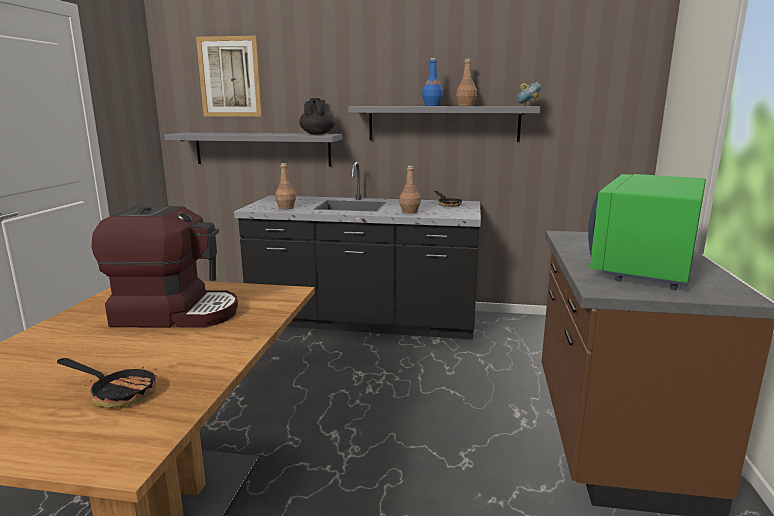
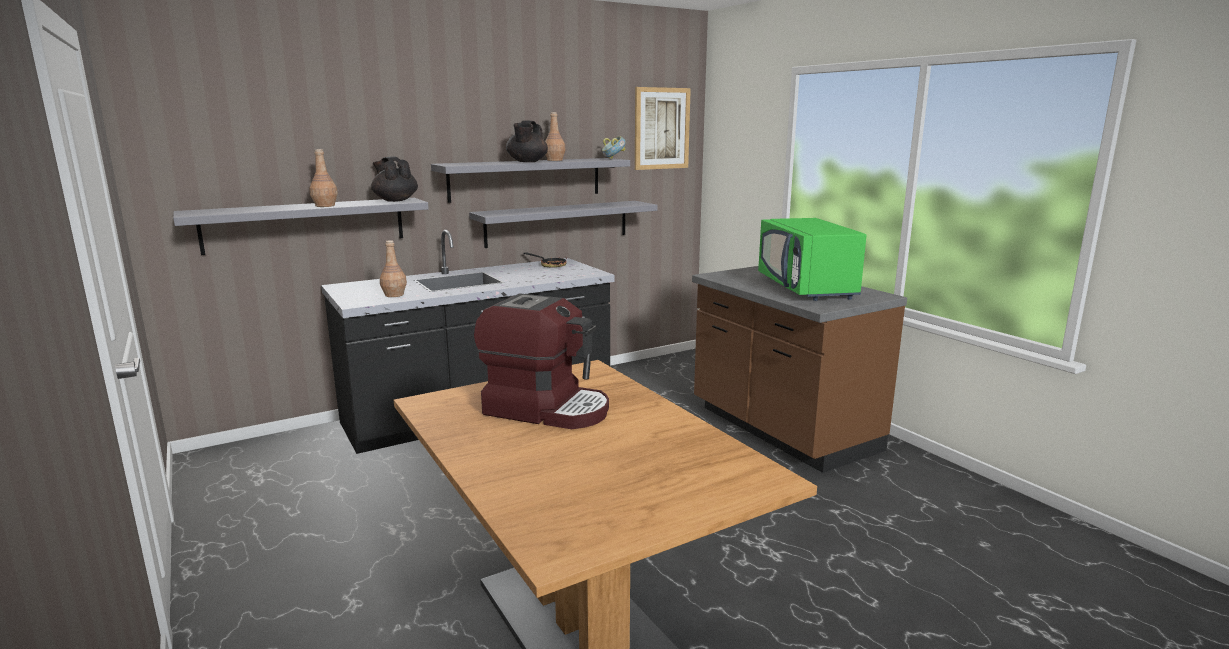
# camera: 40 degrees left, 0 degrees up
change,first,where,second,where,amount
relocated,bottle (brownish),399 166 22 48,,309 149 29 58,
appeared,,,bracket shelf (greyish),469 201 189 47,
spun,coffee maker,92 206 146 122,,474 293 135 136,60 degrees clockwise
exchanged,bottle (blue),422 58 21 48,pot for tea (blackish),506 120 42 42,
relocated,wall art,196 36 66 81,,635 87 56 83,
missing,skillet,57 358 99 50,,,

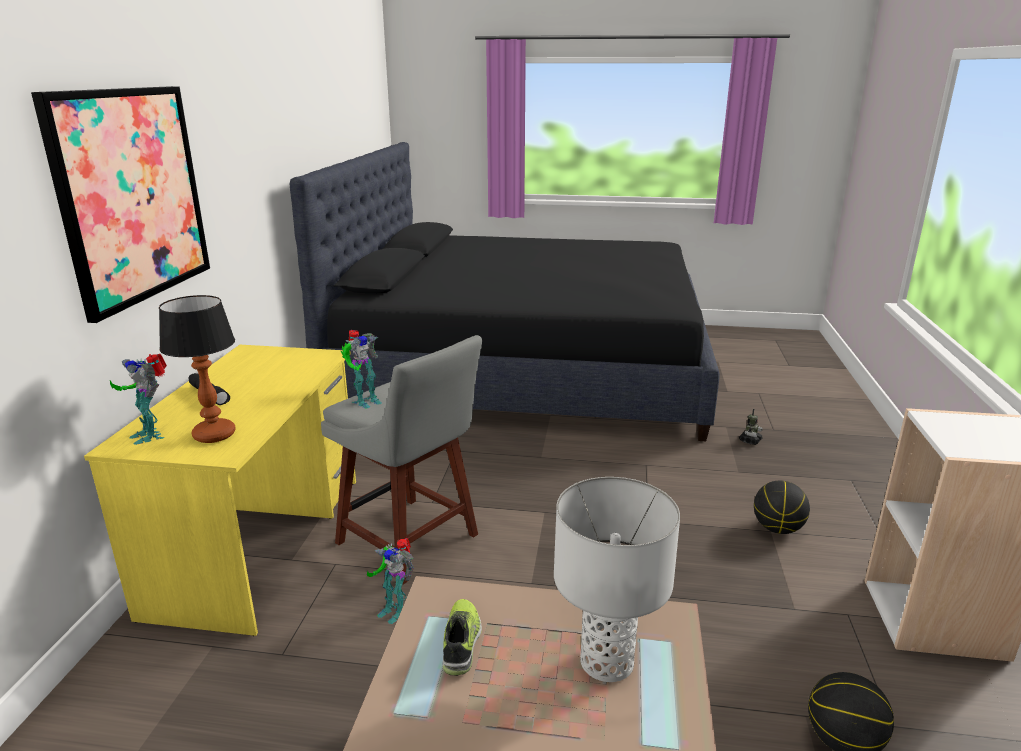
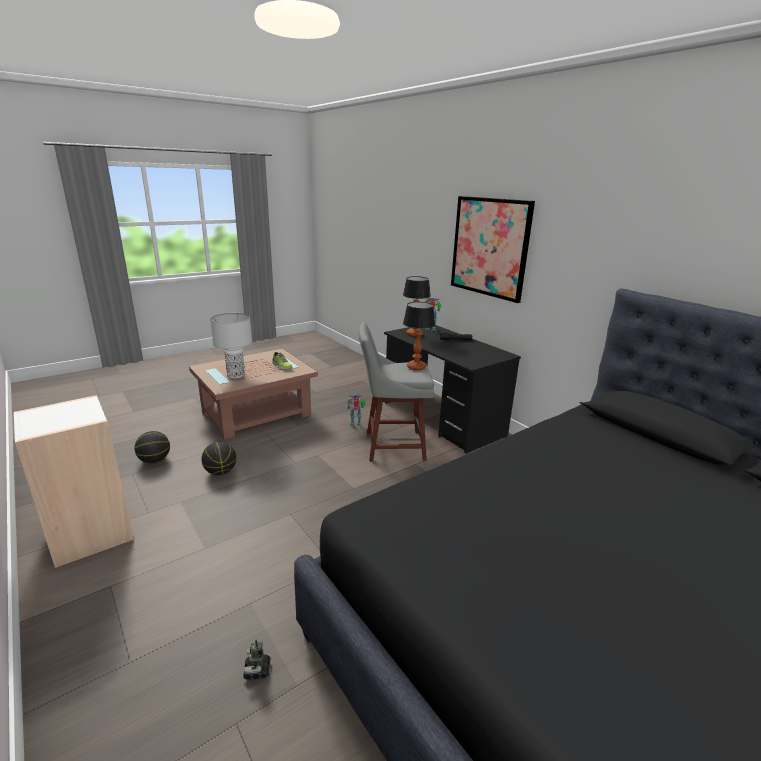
# camera: 135 degrees right, 0 degrees up
change,first,where,second,where,amount
relocated,ball for basketball,754 480 56 54,,201 442 35 33,
colour,desk (yellow),84 345 272 291,desk (blackish),384 325 137 129,
exchanged,robot figure,341 330 41 79,tabletop lamp,403 302 32 68,

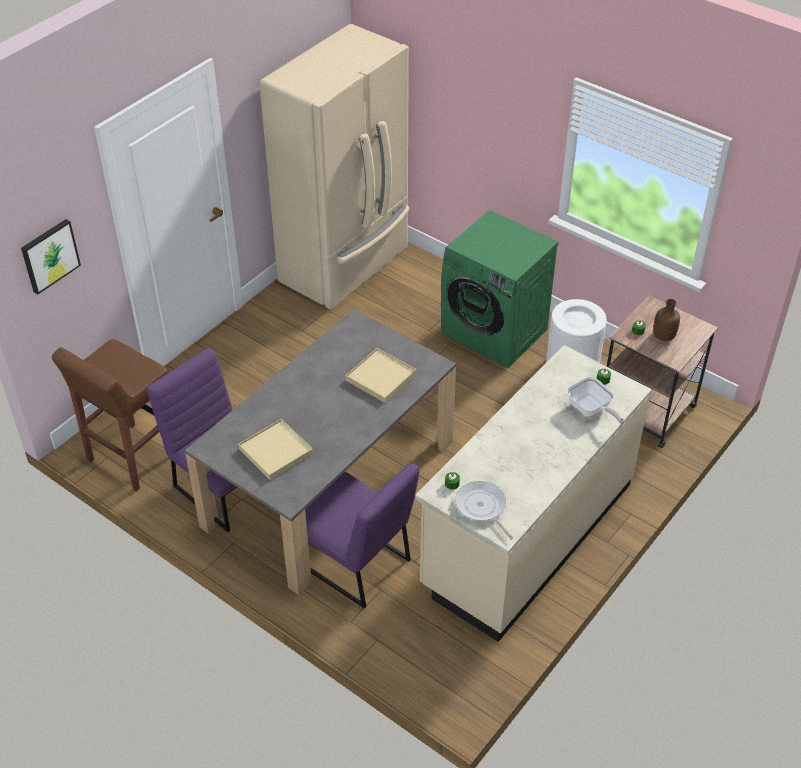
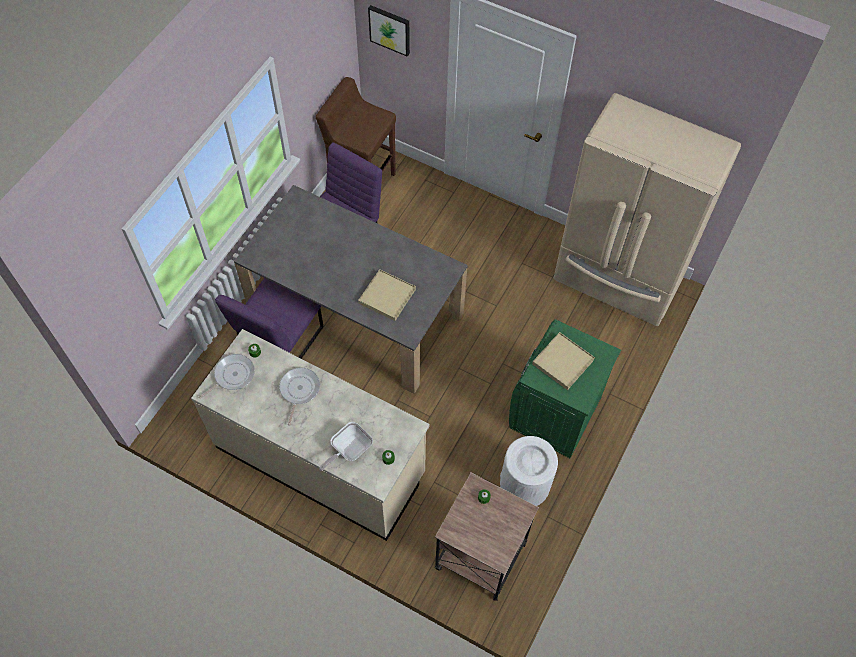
# camera: 80 degrees right, 15 degrees up
change,first,where,second,where,amount
appeared,,,skillet,279 367 41 58,
relocated,carrying tray (beige-coloured),238 419 75 61,,532 332 63 58,
missing,bottle (brownish),653 299 27 42,,,

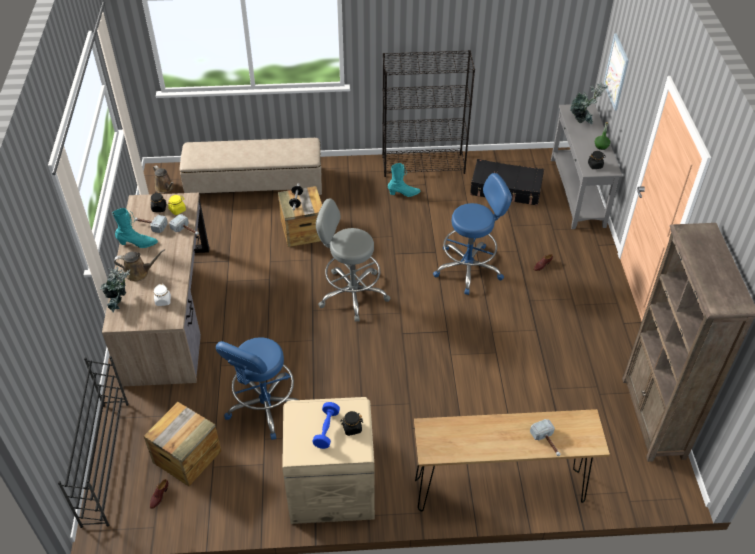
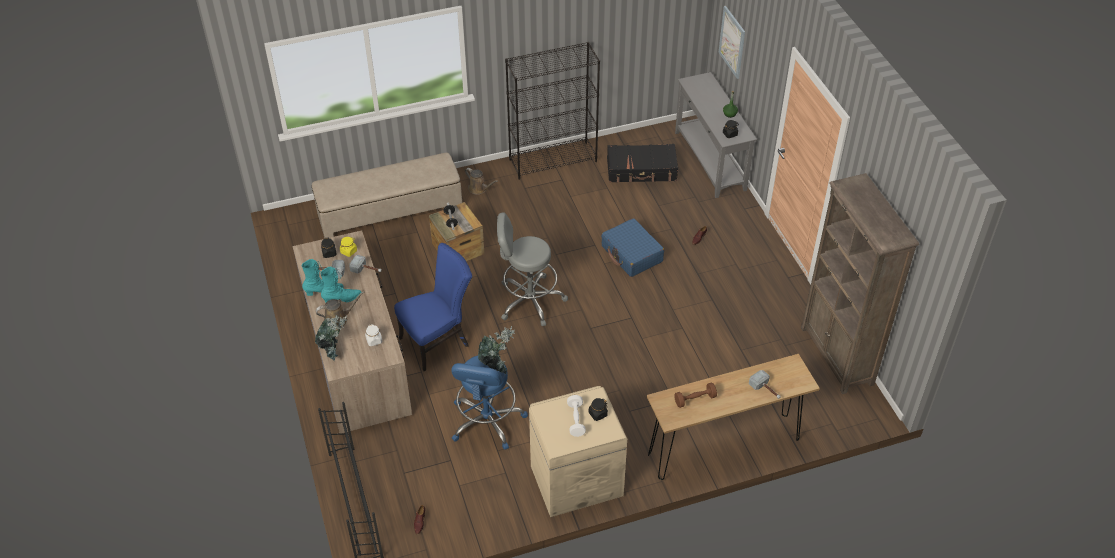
# camera: 15 degrees left, 0 degrees up
change,first,where,second,where,amount
relocated,high-top boot (blue-green),388 163 33 34,,320 267 41 36,
appeared,,,chair (blue),394 243 78 128,
relocated,sprinkling can (brownish),153 165 21 28,,465 168 33 26,
relocated,potted plant,570 82 38 42,,478 326 37 48,
colour,hand weight (blue),312 402 28 47,hand weight (white),567 395 19 42,
exchanged,sitting stool (blue),433 173 79 122,piece of luggage (blue),601 218 63 59,
appeared,,,hand weight (brownish),674 382 43 26,
missing,shipping crate,144 402 77 84,,,

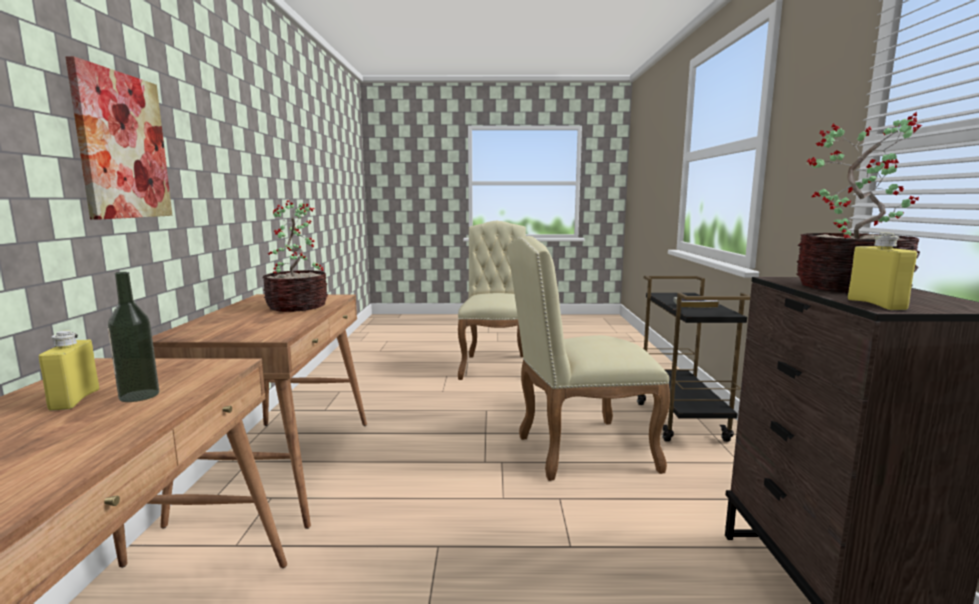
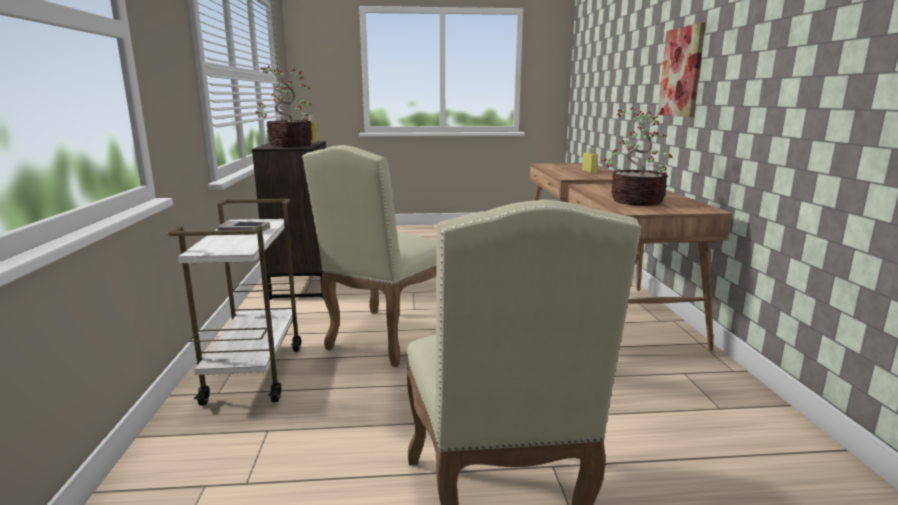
# camera: 175 degrees right, 5 degrees up
change,first,where,second,where,amount
colour,trolley (blackish),637 276 114 166,trolley (white),168 199 133 207,
spun,chair (beige-coloured),507 236 163 245,,302 145 135 222,135 degrees clockwise
missing,bottle,108 272 51 130,,,

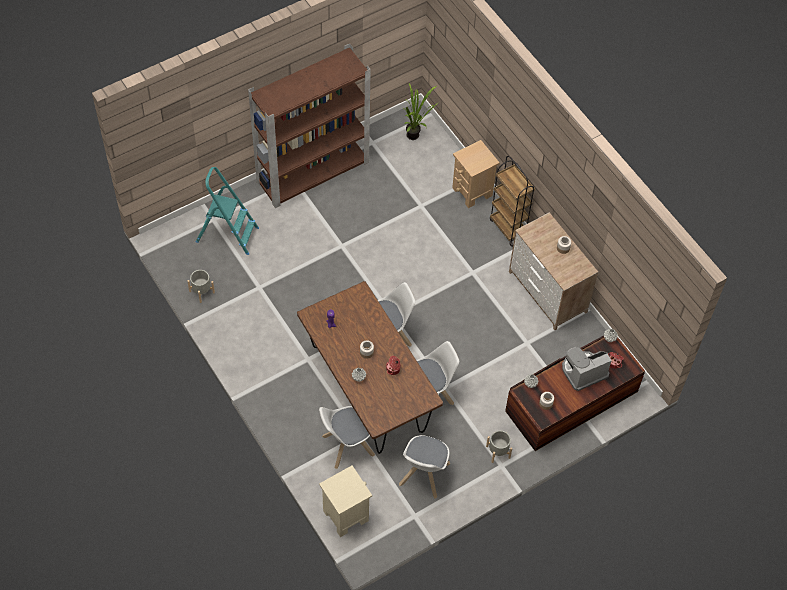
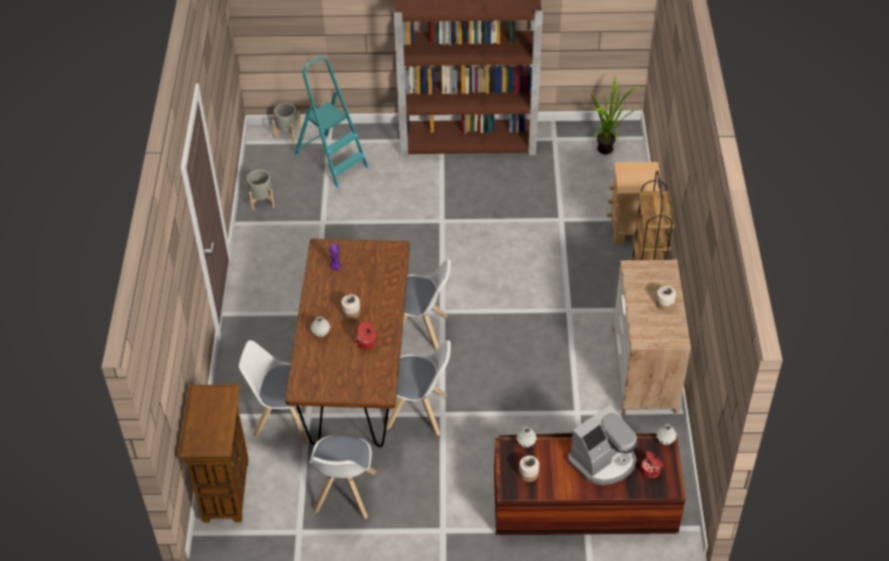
# camera: 35 degrees right, 10 degrees down
change,first,where,second,where,amount
exchanged,night table (beige-coloured),319 466 53 71,cabinet (brownish),178 384 70 139,
relocated,plant pot (greyish),486 430 26 33,,272 103 30 40,
spun,chair,399 435 51 63,,309 436 68 83,45 degrees counterclockwise
spun,coffee maker,562 347 50 44,,568 404 70 81,135 degrees clockwise

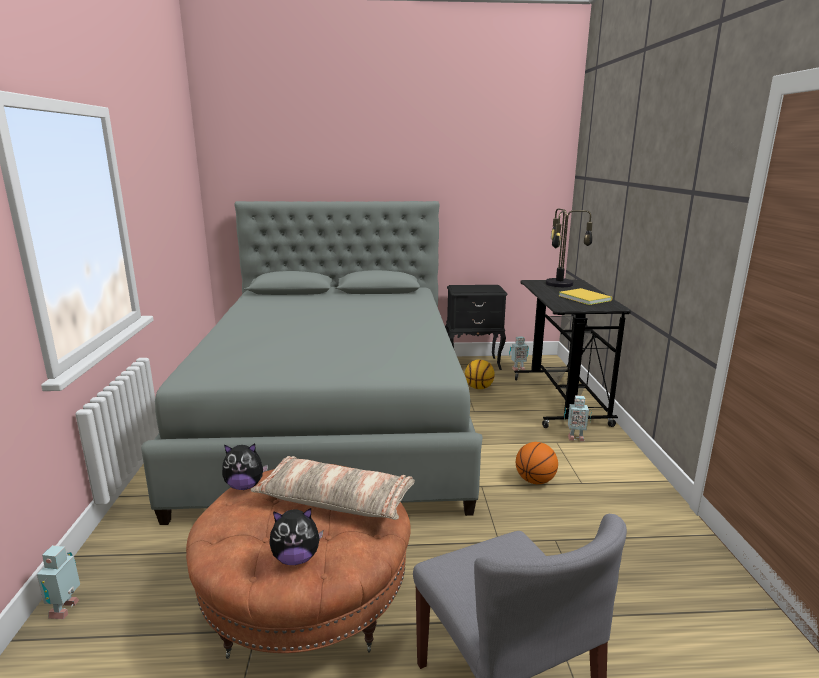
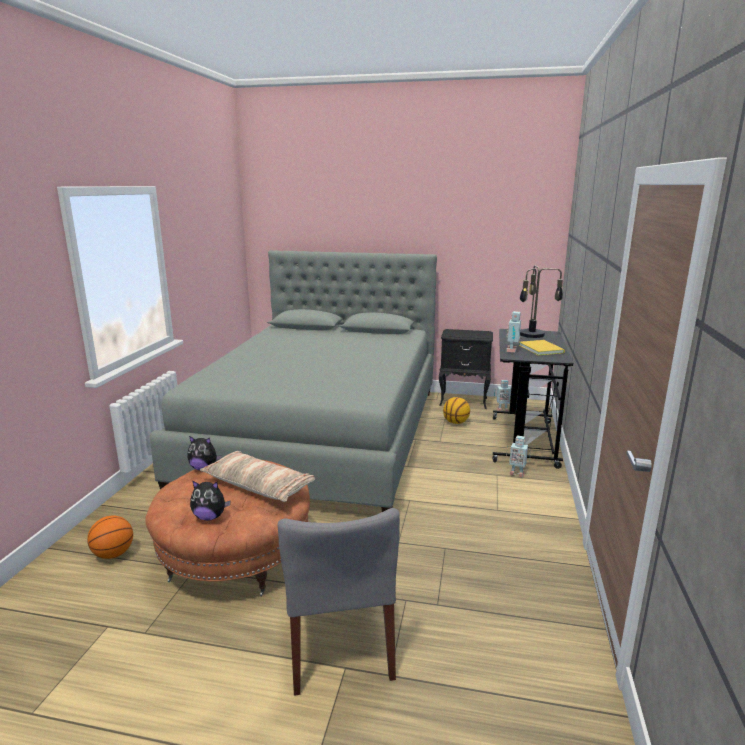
# camera: 15 degrees right, 0 degrees up
change,first,where,second,where,amount
relocated,ball for basketball,516 442 42 42,,87 516 46 43,
relocated,robot figure,37 545 43 74,,506 311 16 41,

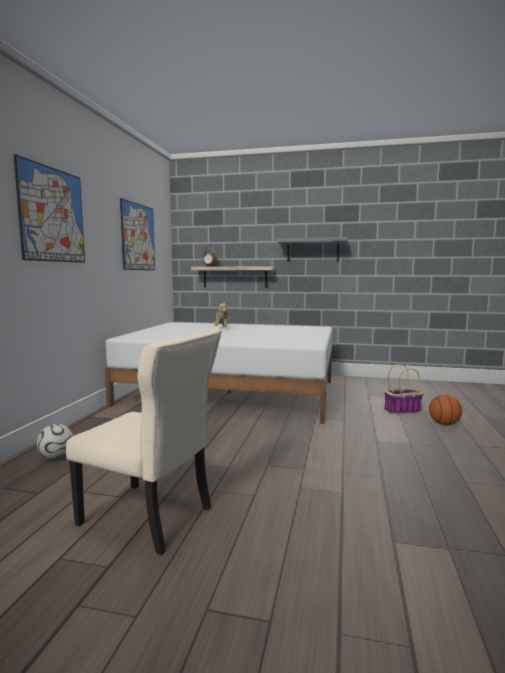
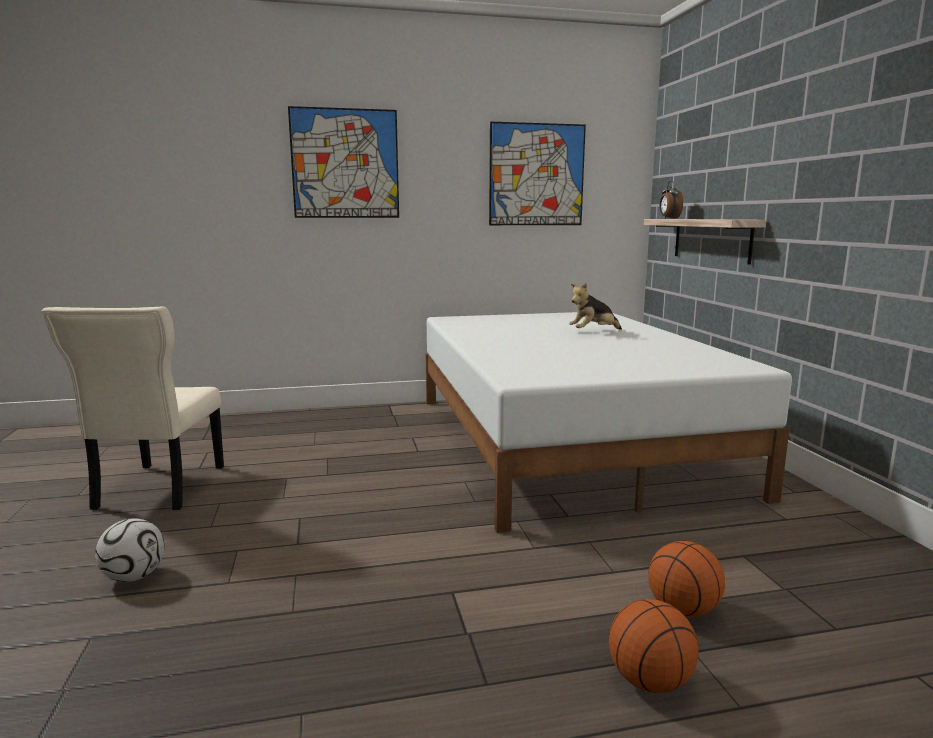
# camera: 65 degrees right, 5 degrees up
change,first,where,second,where,amount
relocated,football ball,36 424 38 35,,95 518 70 64,
exchanged,household basket,384 364 39 51,ball for basketball,648 541 77 76,
missing,bracket shelf (greyish),277 237 71 24,,,

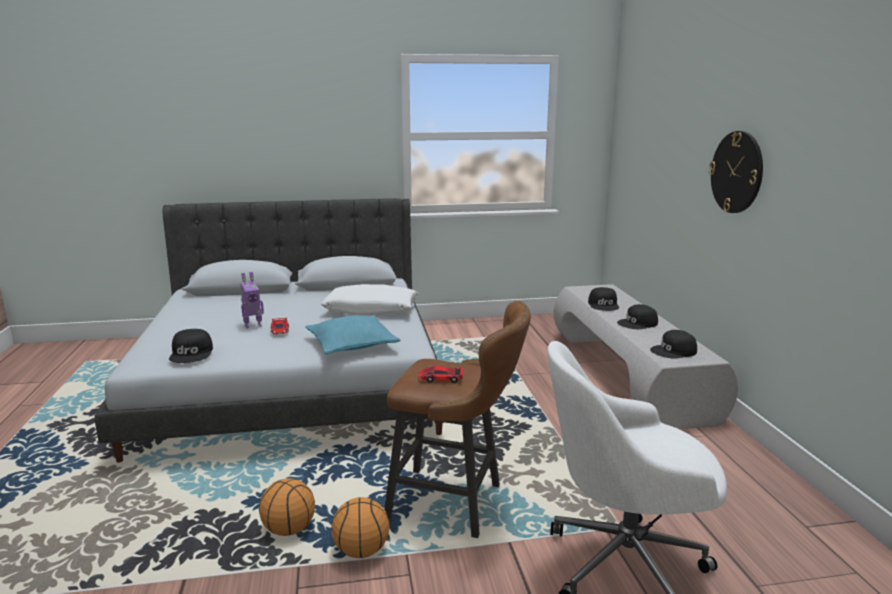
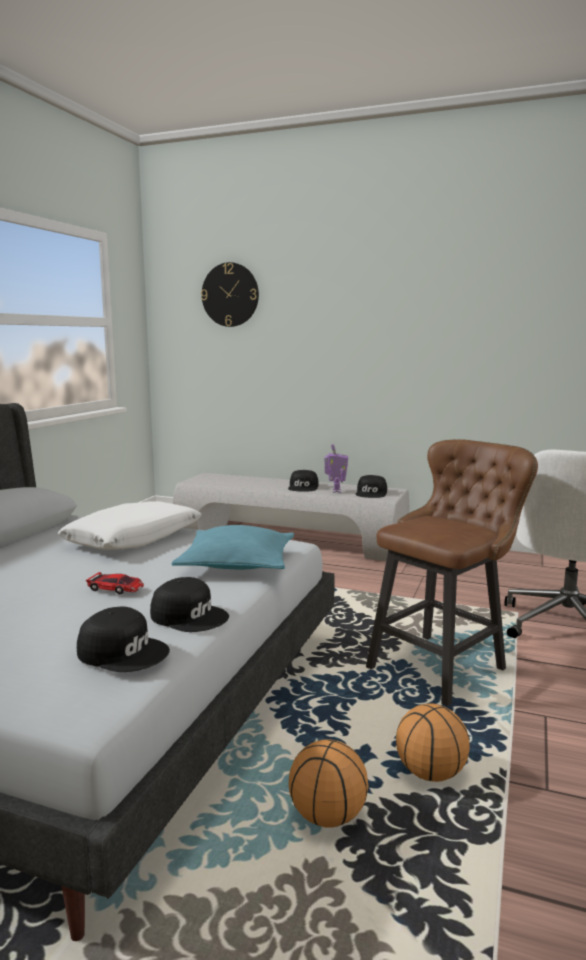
# camera: 60 degrees left, 5 degrees down
change,first,where,second,where,amount
relocated,cap (blackish),588 287 31 24,,150 577 79 55,
relocated,wall clock,709 131 54 82,,201 262 58 65,
relocated,ball for basketball,331 497 59 61,,289 739 79 89,
relocated,robot figure,240 272 24 56,,324 444 24 49,
missing,miniature car,418 366 45 17,,,

